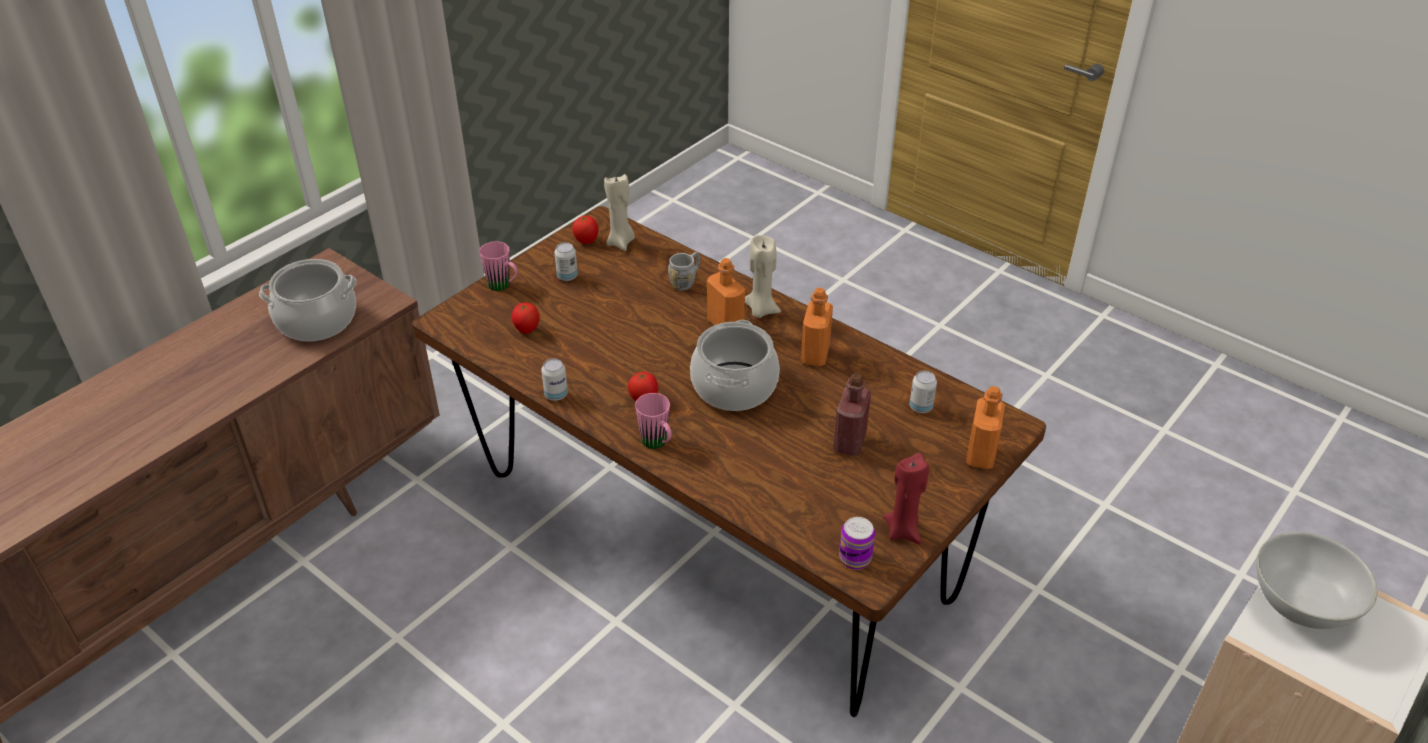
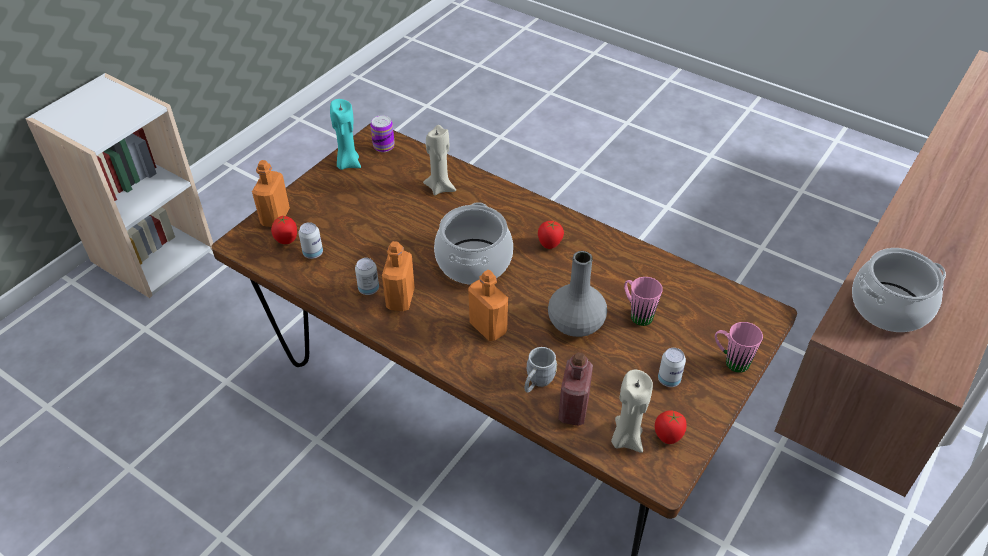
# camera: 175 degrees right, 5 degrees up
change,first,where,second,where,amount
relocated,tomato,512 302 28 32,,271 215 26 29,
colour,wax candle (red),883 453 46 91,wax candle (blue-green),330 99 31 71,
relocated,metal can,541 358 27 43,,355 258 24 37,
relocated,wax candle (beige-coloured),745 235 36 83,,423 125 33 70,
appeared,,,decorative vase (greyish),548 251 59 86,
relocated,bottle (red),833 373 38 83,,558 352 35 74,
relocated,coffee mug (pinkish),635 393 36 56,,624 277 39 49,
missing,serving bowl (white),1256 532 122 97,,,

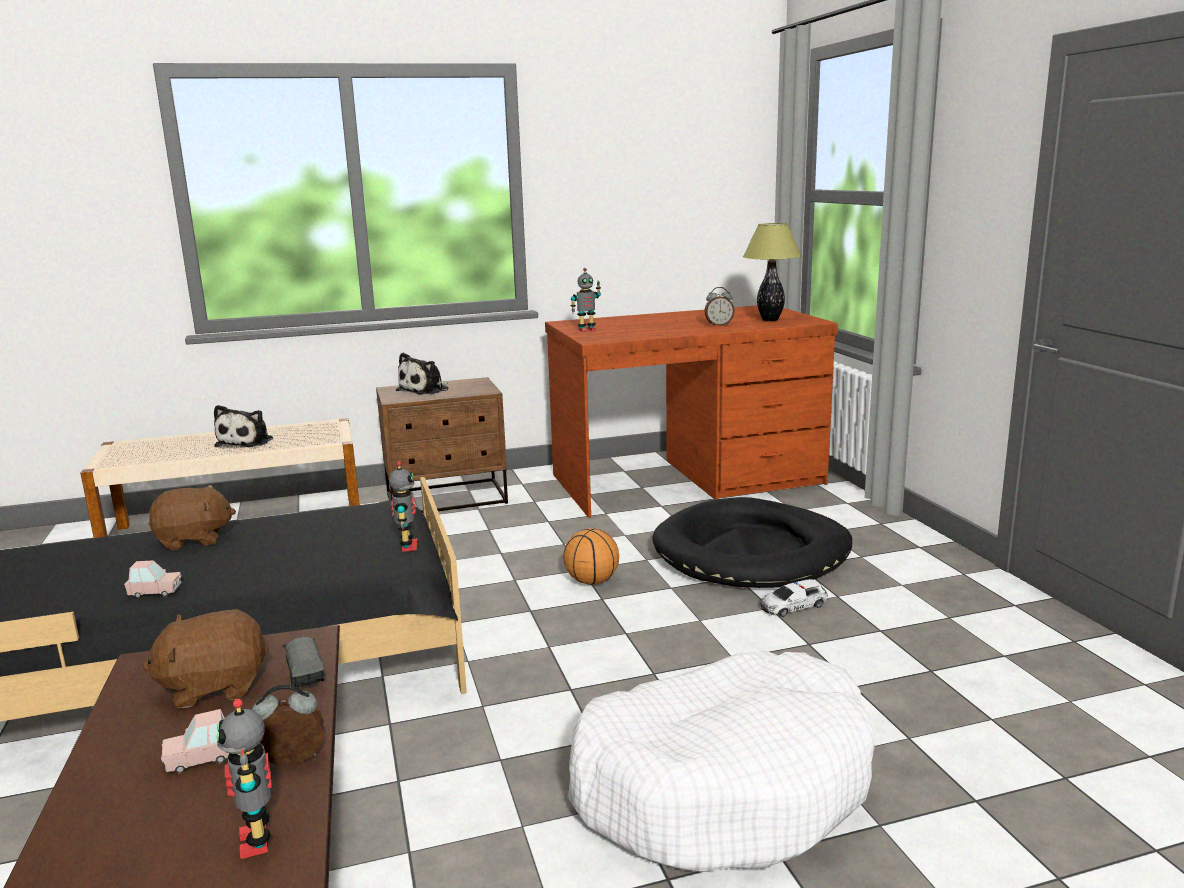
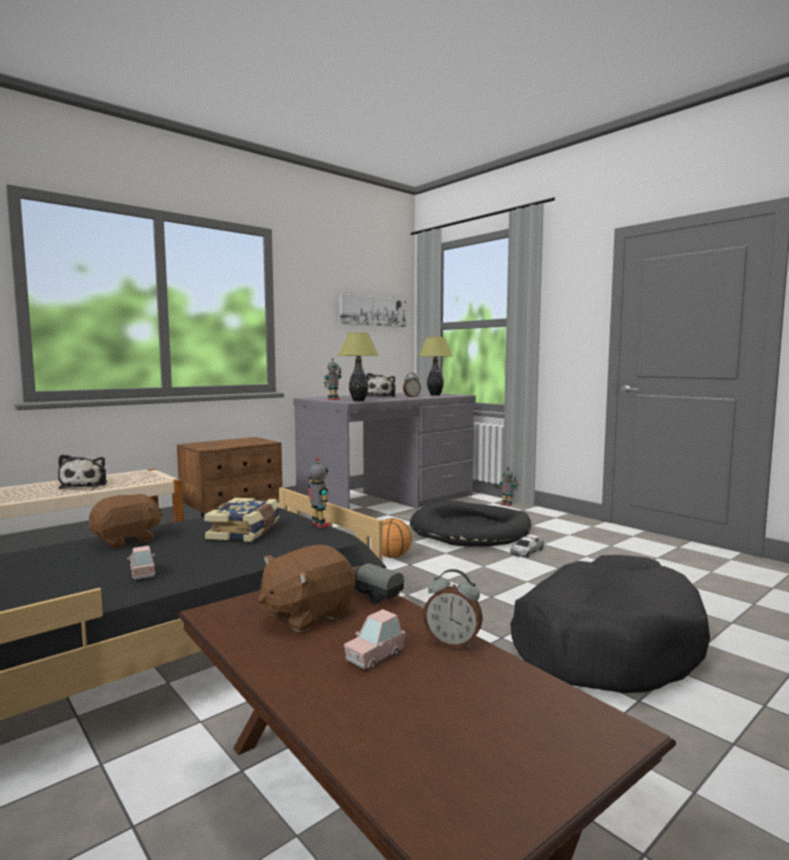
# camera: 25 degrees left, 10 degrees down
change,first,where,second,where,amount
spun,miniature car (pinkish),124 560 57 38,,127 546 28 34,90 degrees counterclockwise
appeared,,,volume,204 498 75 44,
colour,desk (brownish),545 306 293 212,desk (greyish),293 392 183 118,
appeared,,,tabletop lamp,338 333 41 68,
appeared,,,wall art,340 294 66 33,
relocated,plush toy,396 353 53 42,,366 373 30 24,
spun,bedside clock,252 684 72 81,,423 569 60 80,120 degrees counterclockwise
relocated,robot figure,217 699 55 160,,499 467 18 39,
colour,dog cushion (white),568 651 307 221,dog cushion (blackish),510 555 200 138,

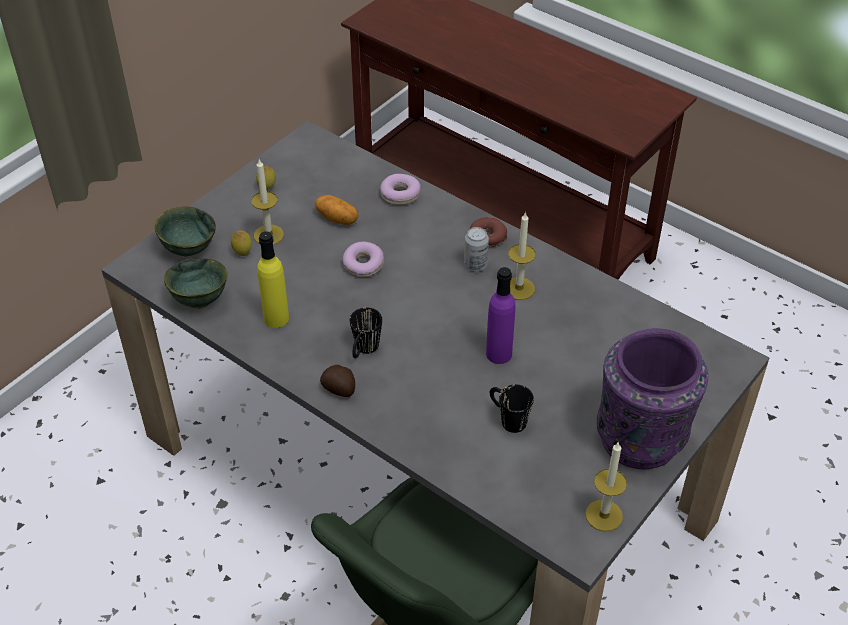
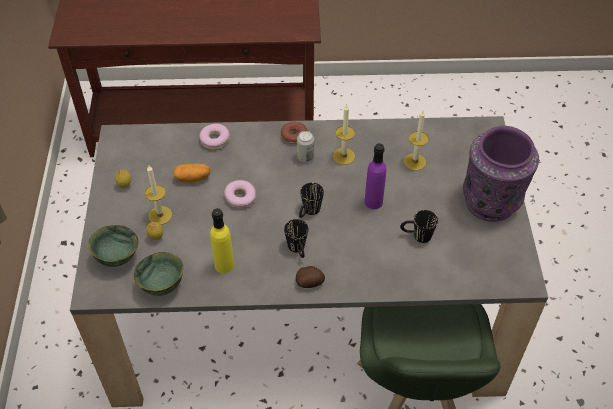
# camera: 40 degrees left, 5 degrees up
change,first,where,second,where,amount
appeared,,,coffee mug (blackish),299 183 25 35,
relocated,wax candle,585 441 42 90,,404 111 25 60,

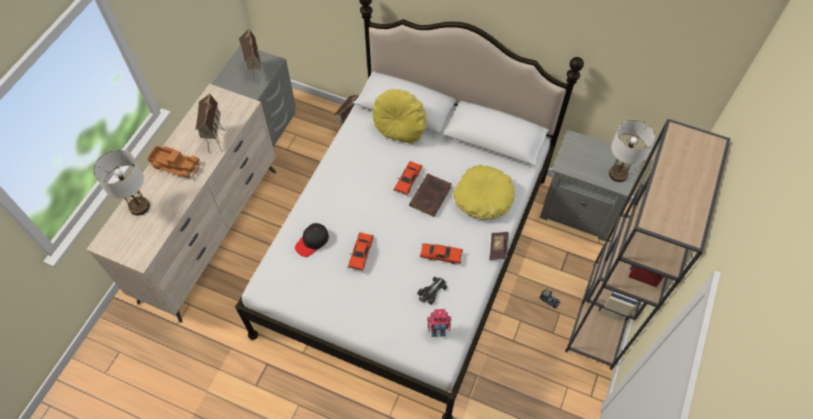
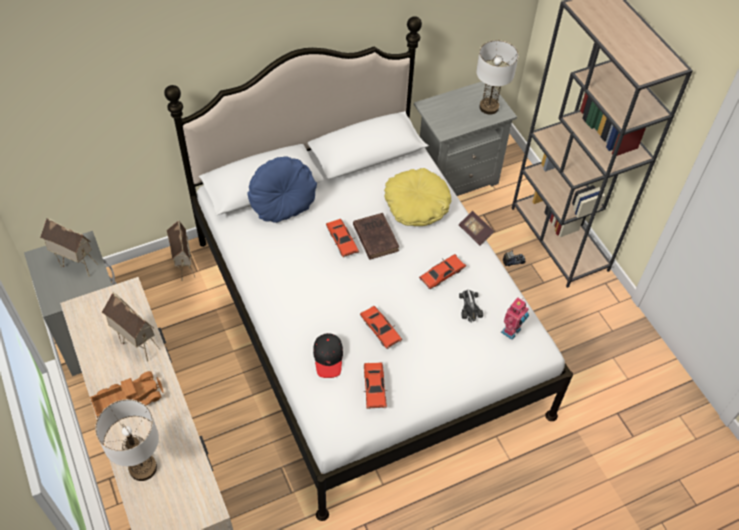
# camera: 50 degrees left, 5 degrees down
change,first,where,second,where,amount
colour,cushion (yellow),372 89 55 55,cushion (blue),247 157 70 66,
appeared,,,miniature car (red),364 362 24 47,

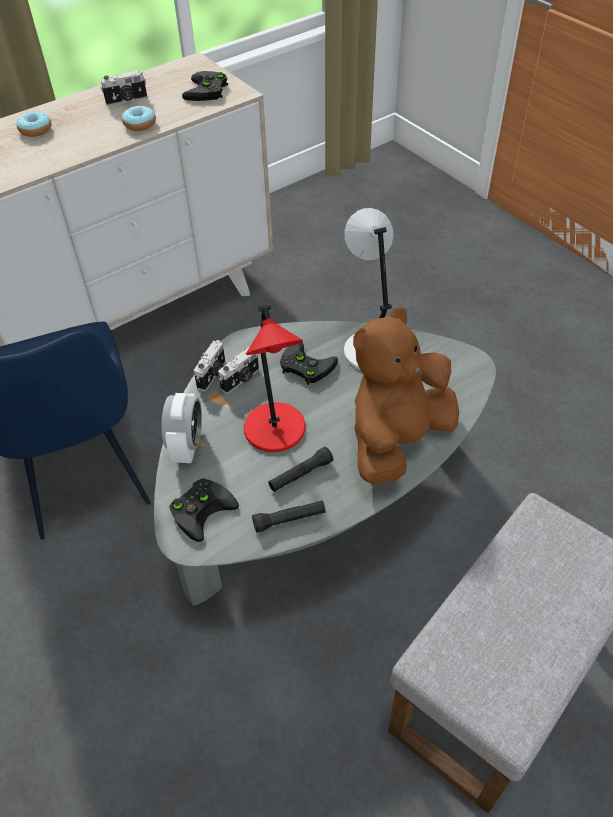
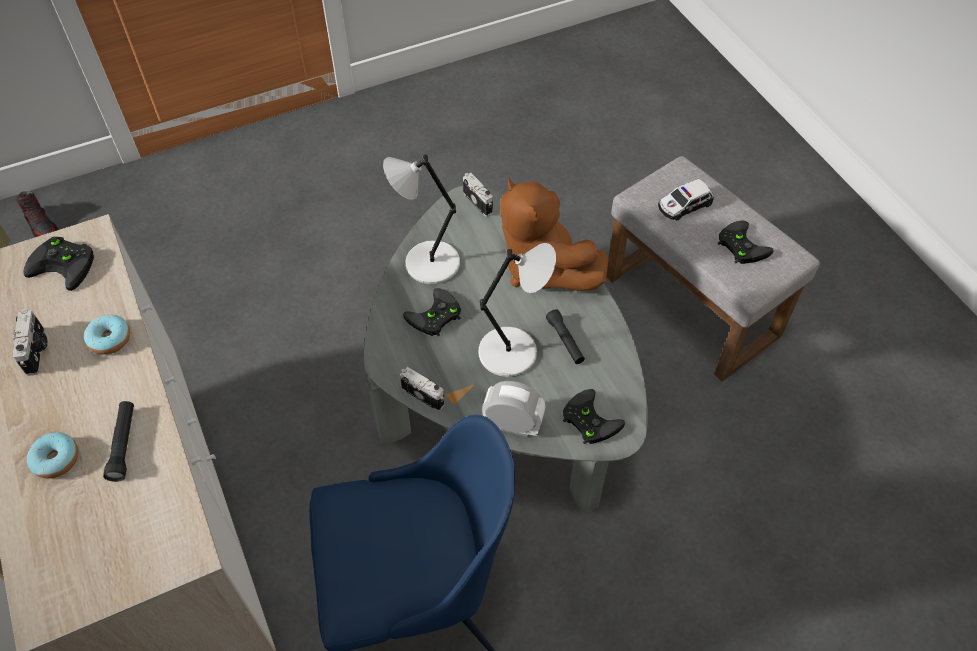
# camera: 80 degrees left, 5 degrees up
change,first,where,second,where,amount
appeared,,,item of footwear,16 191 42 46,
relocated,torch (blackish),252 500 74 33,,103 401 31 81,
relocated,still camera,218 347 41 47,,463 173 30 44,
colour,tabletop lamp (red),244 304 61 148,tabletop lamp (greyish),479 243 77 134,
appeared,,,miniature car,658 179 56 42,
appeared,,,gamepad (blackish),718 220 56 44,

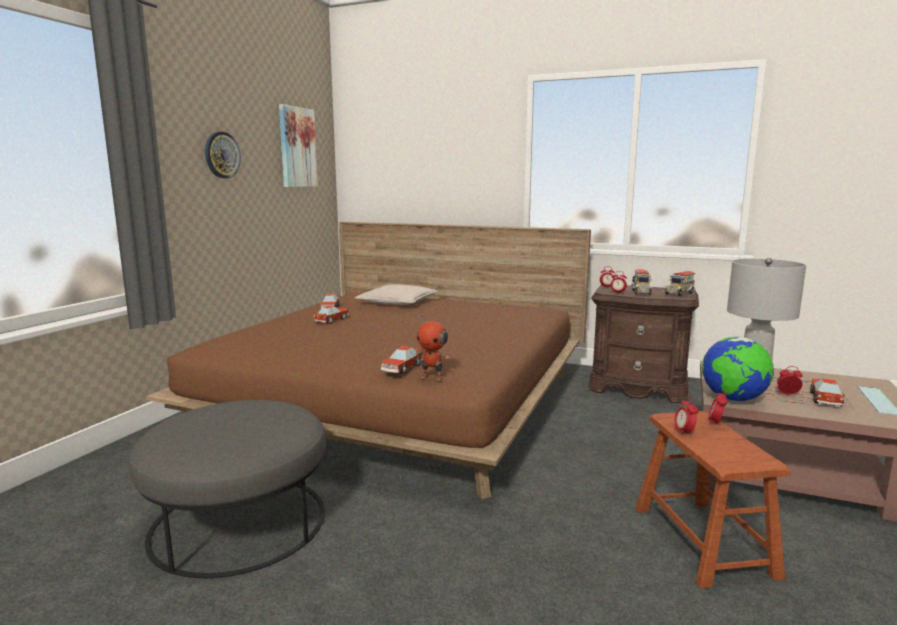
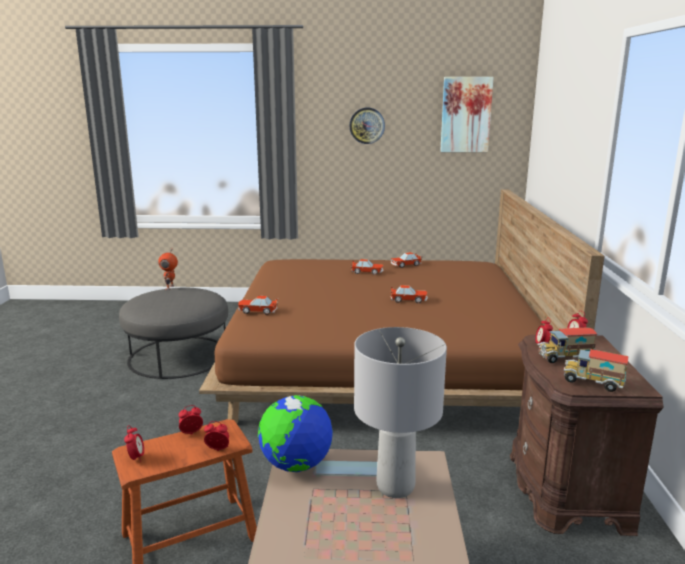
# camera: 70 degrees right, 5 degrees up
change,first,where,second,where,amount
relocated,bedside clock,777 366 26 30,,124 425 20 37,
relocated,robot figure,416 315 33 66,,158 250 20 40,
relocated,miniature car,810 379 35 28,,390 285 38 18,
missing,cushion (beige-coloured),355 284 83 21,,,

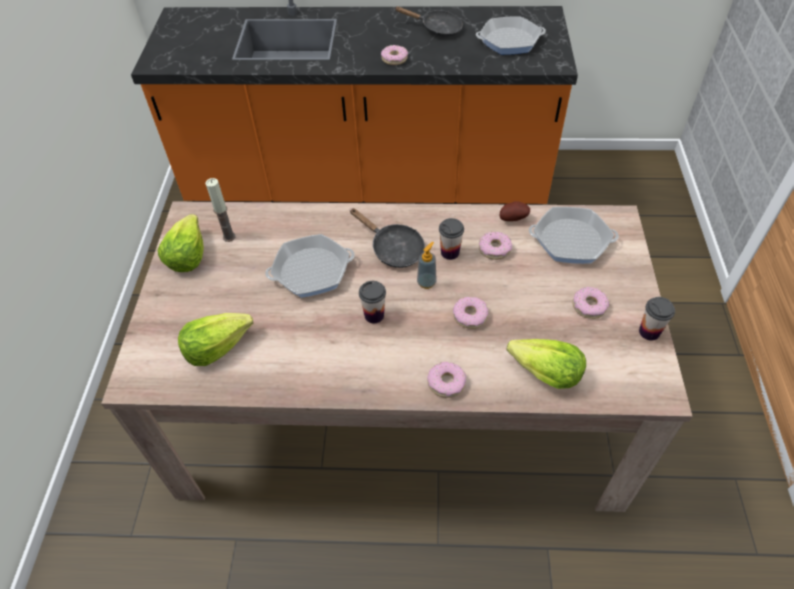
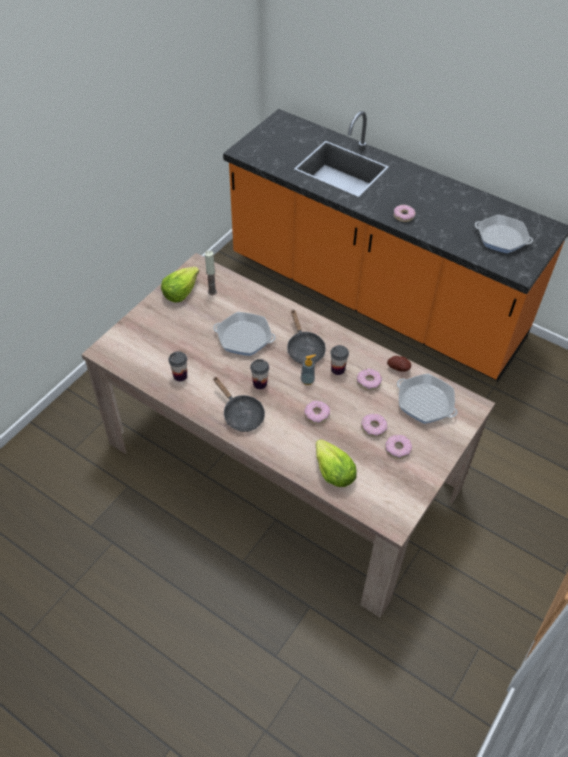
# camera: 30 degrees right, 0 degrees up
change,first,where,second,where,amount
relocated,small cup,639 297 36 44,,168 351 19 30,
relocated,skillet (blackish),394 6 69 31,,213 377 52 55,
relocated,ring doughnut,427 362 39 36,,361 414 26 23,
missing,head of lettuce,178 313 75 53,,,

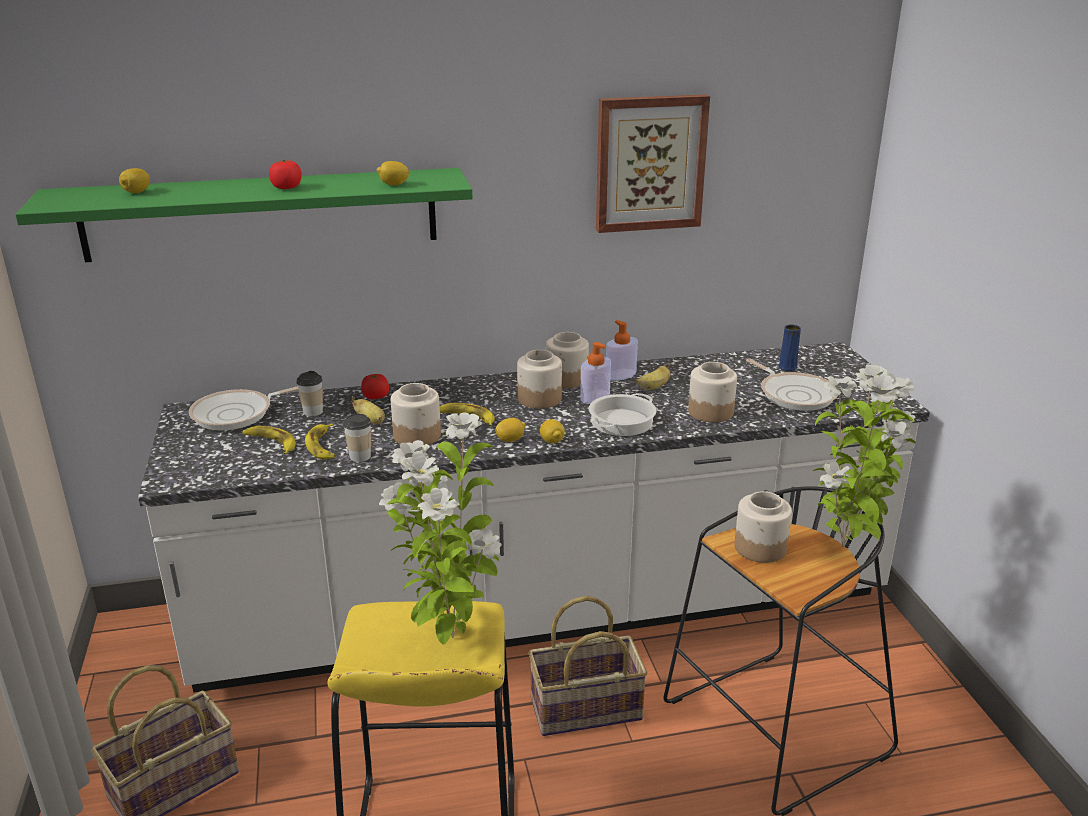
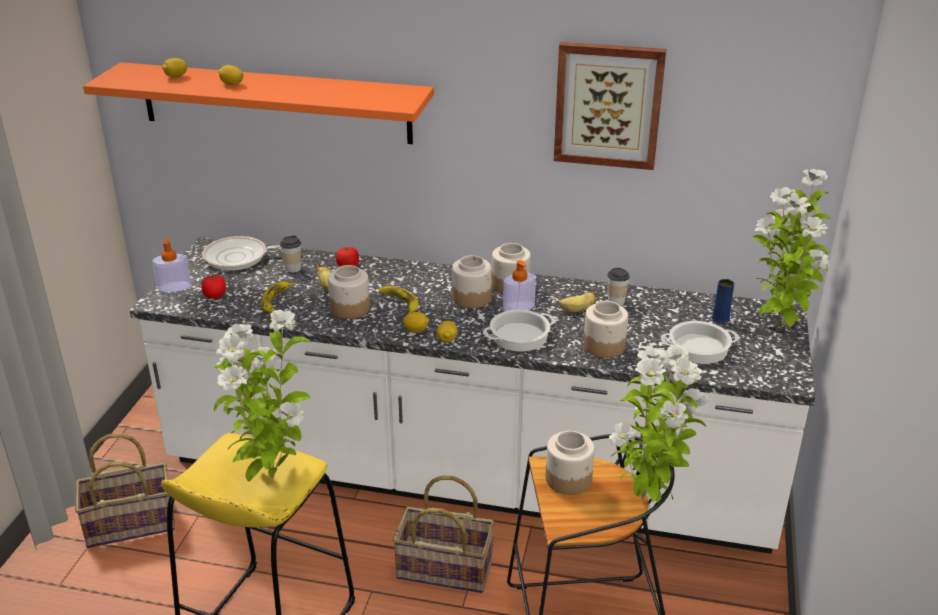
# camera: 25 degrees right, 5 degrees up
change,first,where,second,where,amount
colour,bracket shelf (green-coloured),15 168 458 94,bracket shelf (orange),83 62 351 82,
relocated,soap dispenser,606 320 32 61,,152 238 39 54,
relocated,tomato,269 160 33 29,,202 275 24 24,
relocated,whole lemon,377 161 32 24,,218 65 25 20,
relocated,small cup,343 414 28 48,,608 268 22 38,
exchanged,skillet,746 358 92 53,cooking pot,661 321 78 43,
appeared,,,potted plant,753 169 78 158,
missing,whole banana,242 426 54 29,,,

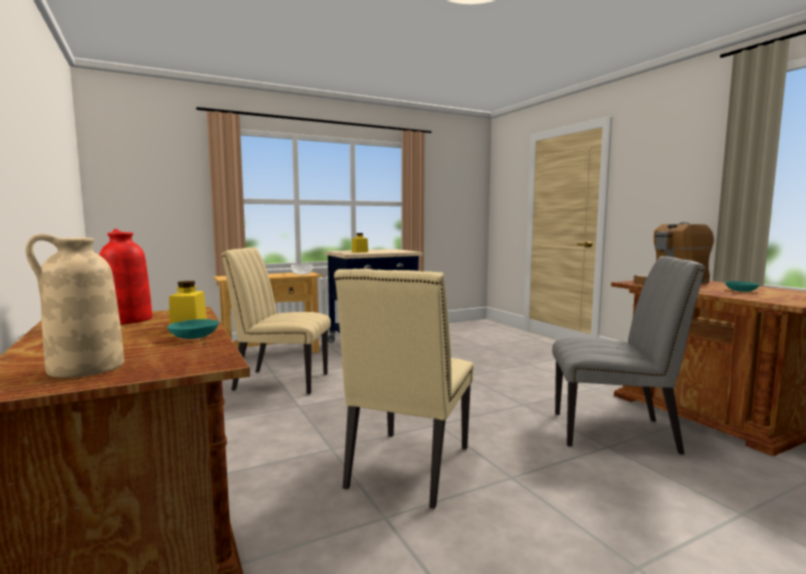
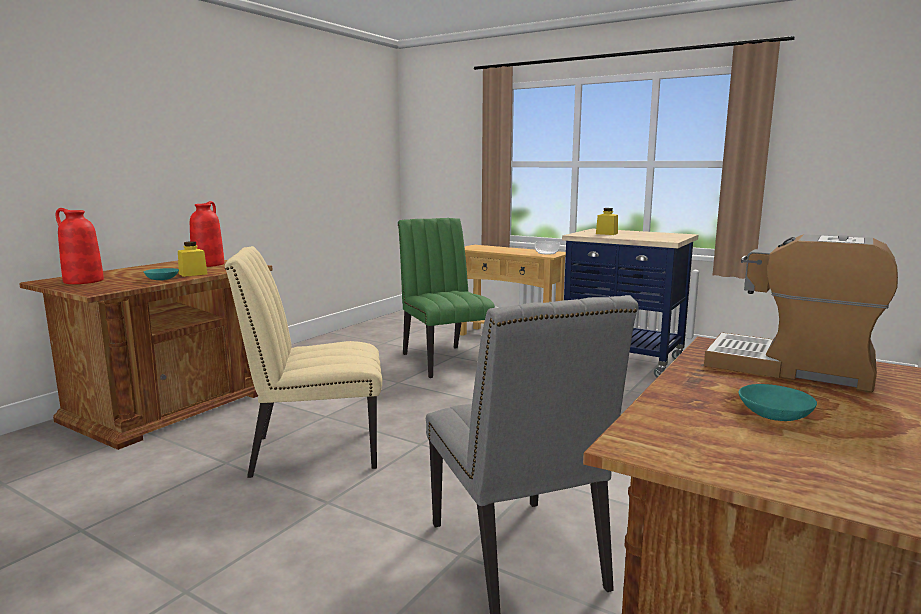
# camera: 60 degrees right, 5 degrees up
change,first,where,second,where,amount
colour,decorative vase (beige-coloured),26 234 98 144,decorative vase (red),55 208 49 76,
colour,chair (beige-coloured),221 247 110 147,chair (green-coloured),398 218 97 160,

